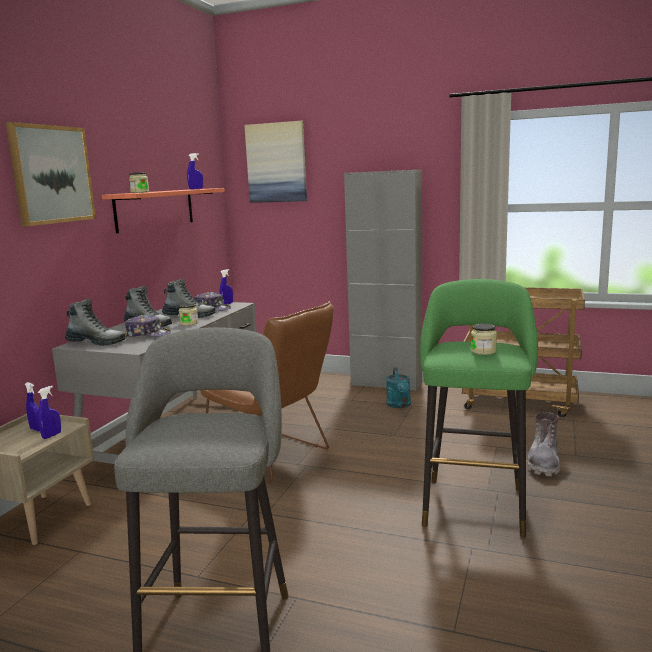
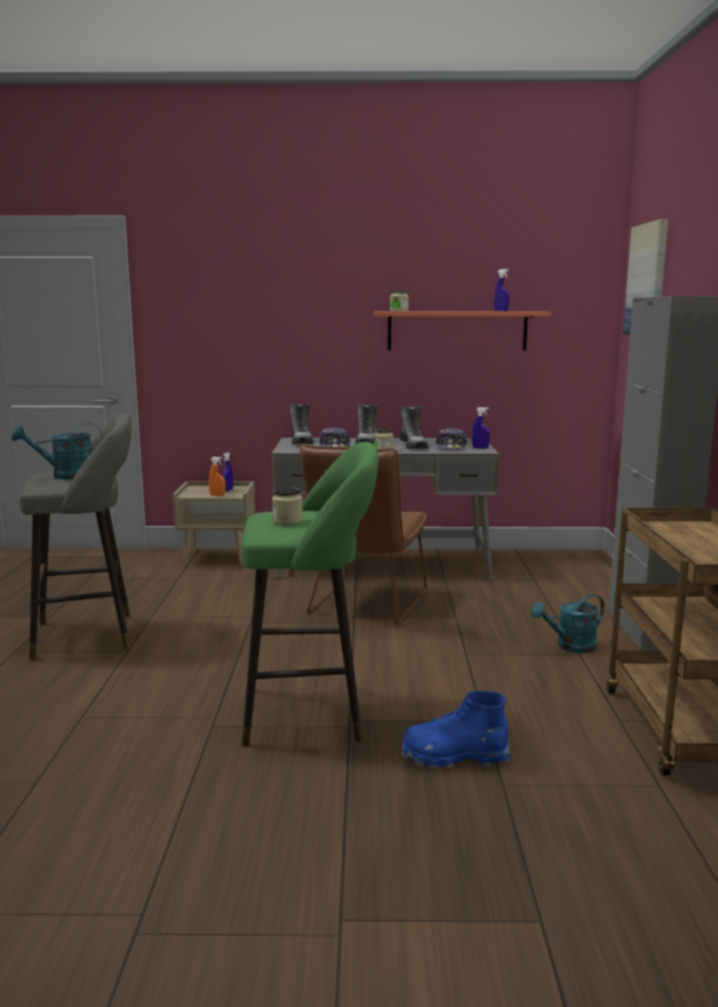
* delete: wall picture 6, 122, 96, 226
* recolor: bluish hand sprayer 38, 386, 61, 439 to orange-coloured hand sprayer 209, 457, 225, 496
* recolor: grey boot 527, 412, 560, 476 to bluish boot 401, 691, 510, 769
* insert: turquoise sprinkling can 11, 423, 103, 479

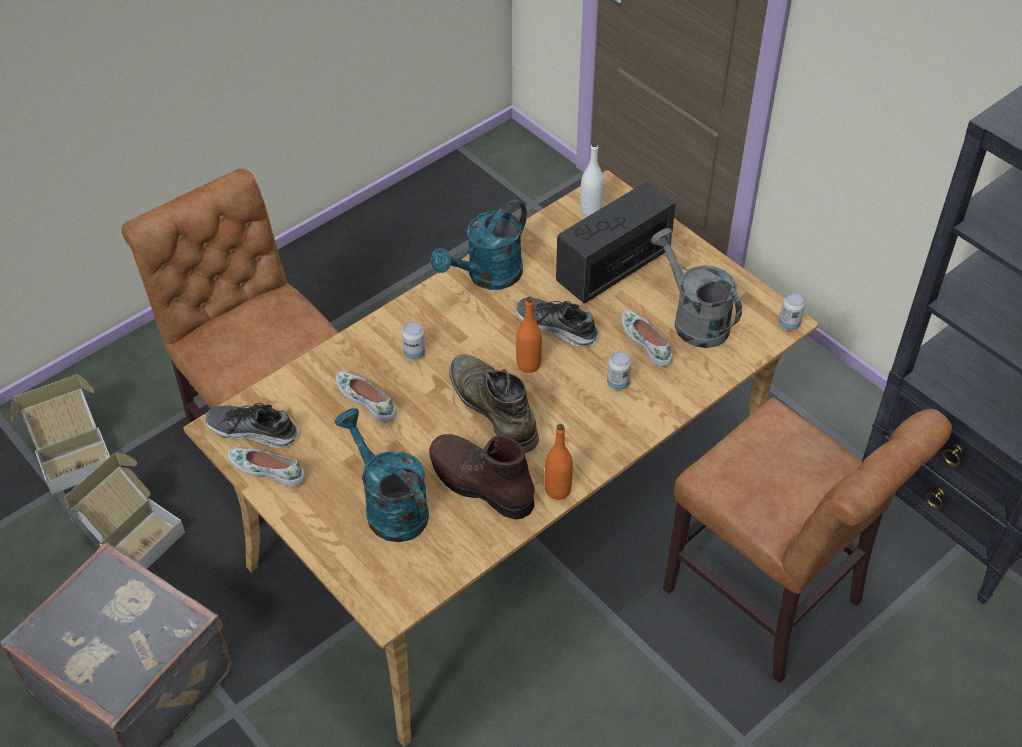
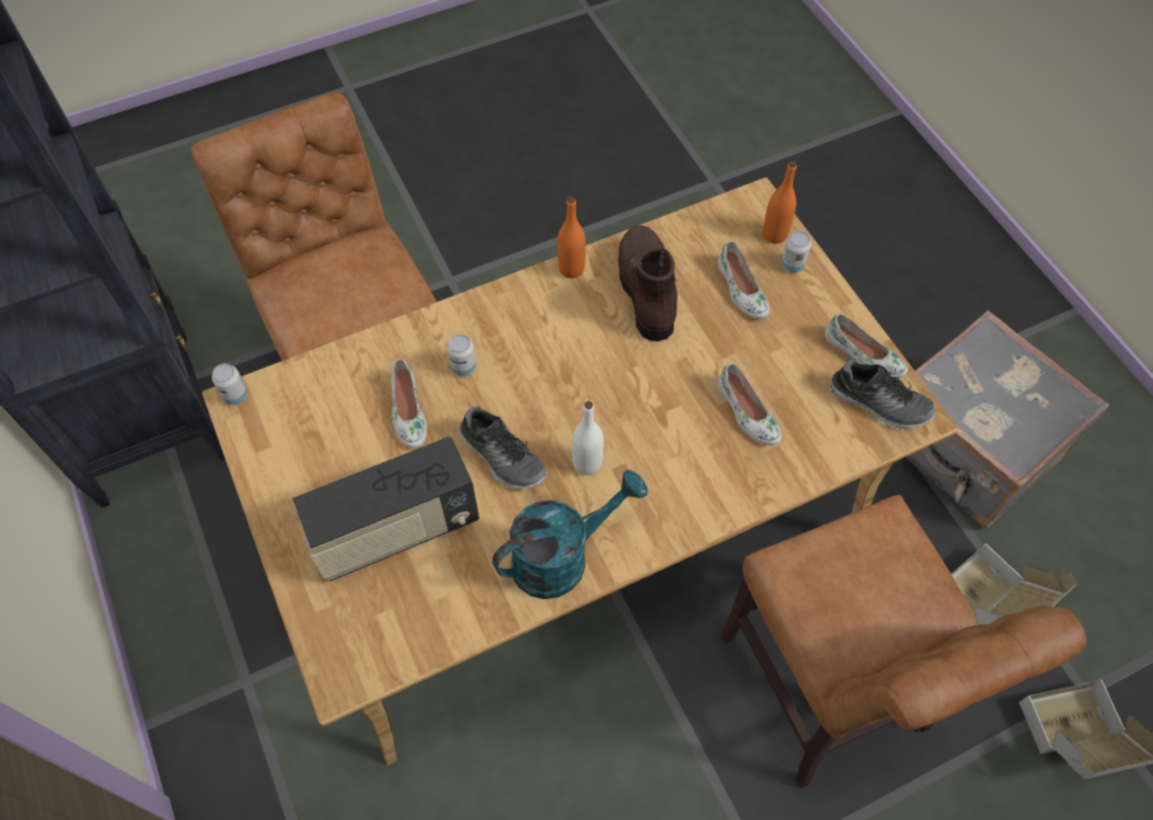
* replace: turquoise sprinkling can 335, 408, 429, 542 to white shoe 717, 241, 769, 319
* move: sealed can 402, 322, 426, 360 to 781, 231, 811, 273
* rotate: brownish boot 429, 434, 535, 520 = 618, 225, 678, 341 150 degrees counterclockwise
* delete: greenish boot 449, 355, 539, 453
* move: orange-coloured drink bottle 516, 297, 542, 373 to 763, 161, 797, 244
* move: white drink bottle 580, 142, 604, 217 to 572, 401, 604, 475
* delete: grey sprinkling can 650, 228, 742, 348

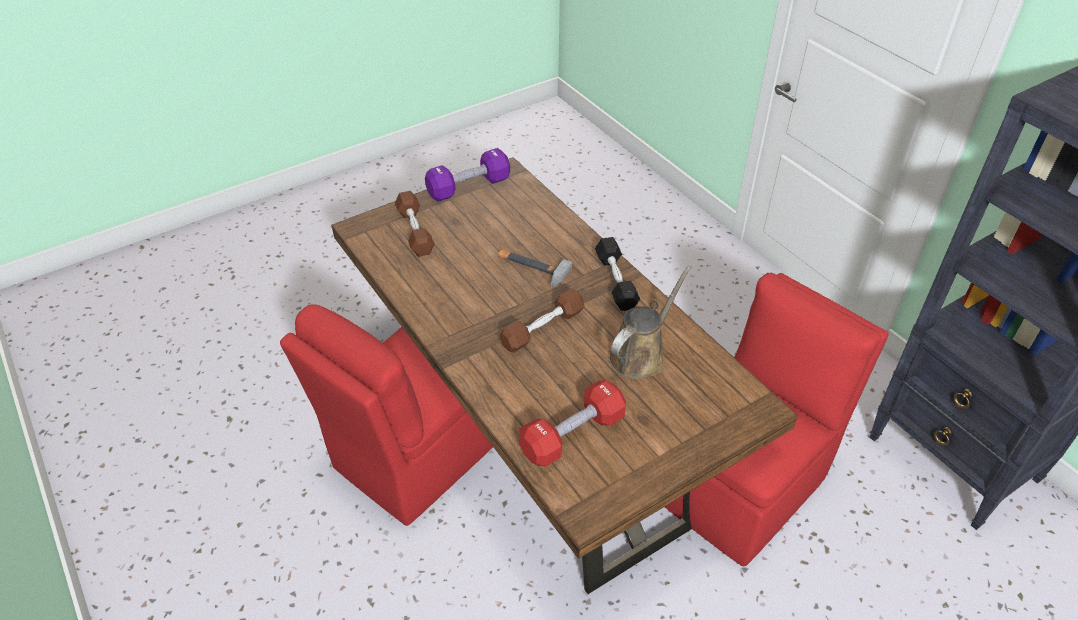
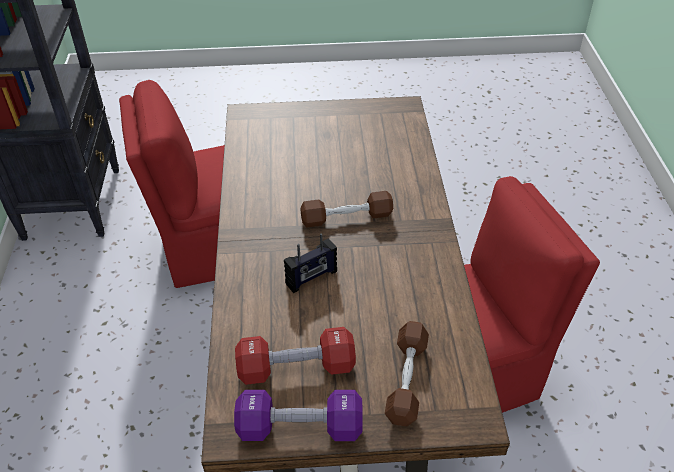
* replace: tool hammer 498, 249, 572, 289 to radio 284, 233, 337, 293
* move: reddish free weight 519, 380, 626, 466 to 235, 327, 356, 385
* delete: black free weight 595, 237, 640, 311
* delete: brownish sprinkling can 609, 266, 692, 379

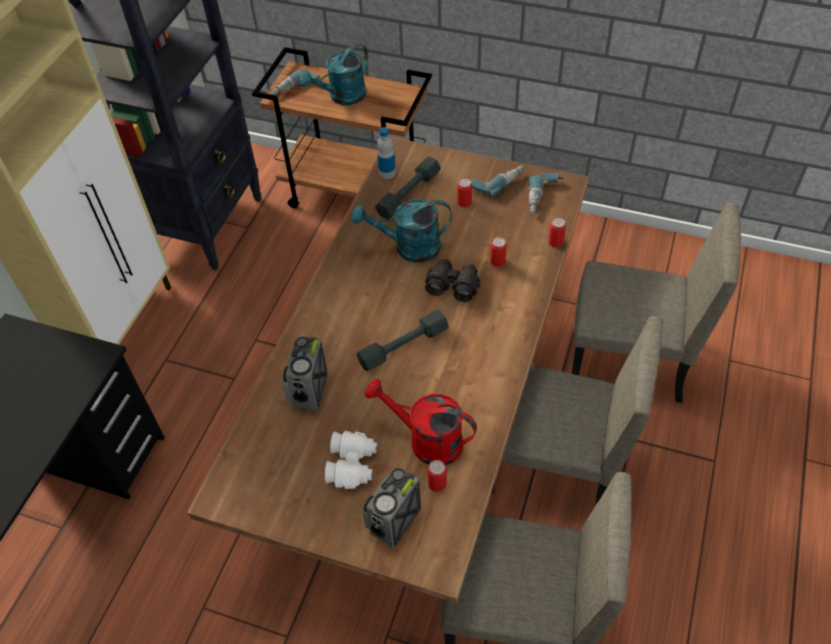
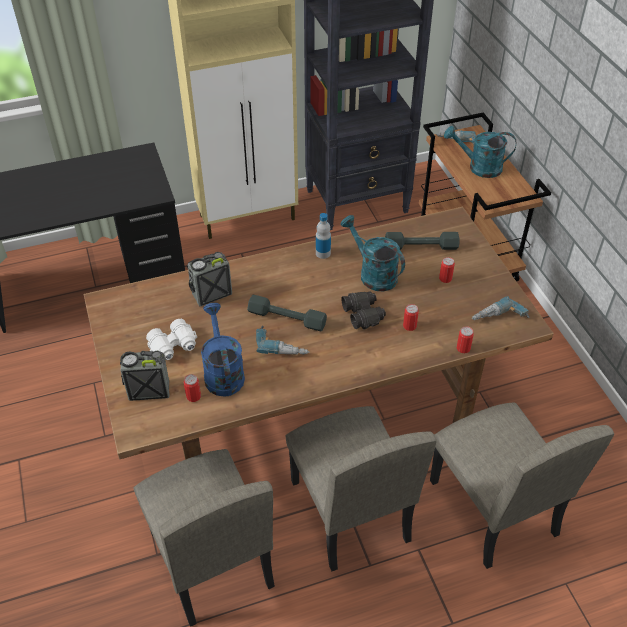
* recolor: reddish sprinkling can 365, 379, 477, 465 to bluish sprinkling can 201, 303, 245, 397
* move: drink bottle 377, 127, 396, 179 to 316, 213, 331, 259
* move: electric drill 471, 165, 524, 197 to 256, 326, 309, 355

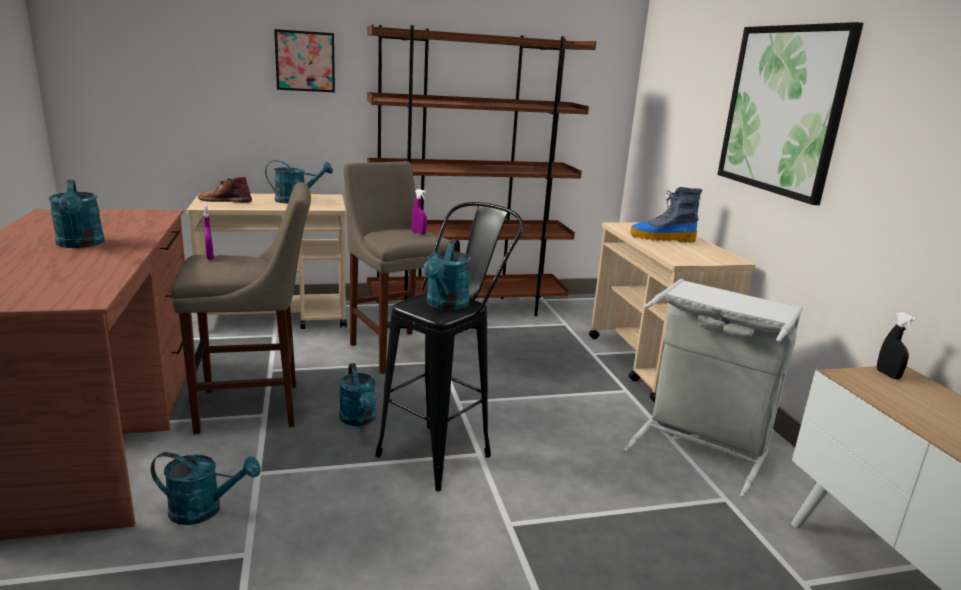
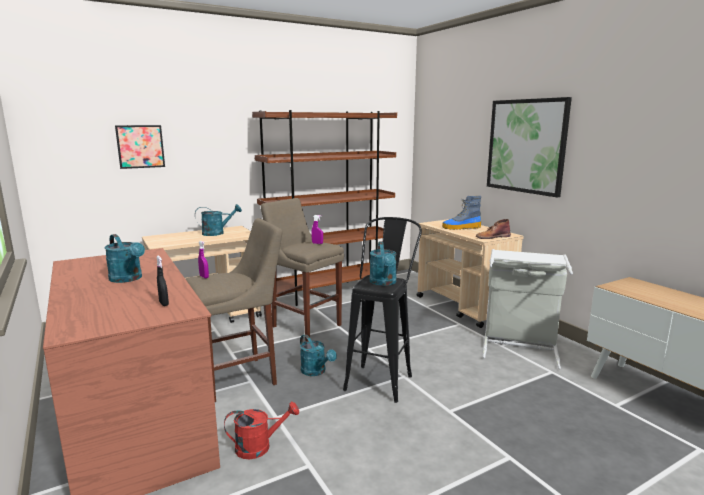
* recolor: turquoise sprinkling can 151, 452, 261, 525 to reddish sprinkling can 224, 402, 299, 459
* move: brownish boot 198, 177, 252, 203 to 476, 219, 511, 239
* move: wall picture 274, 29, 335, 92 to 115, 125, 165, 169
* move: black hand sprayer 877, 312, 917, 379 to 156, 256, 169, 306

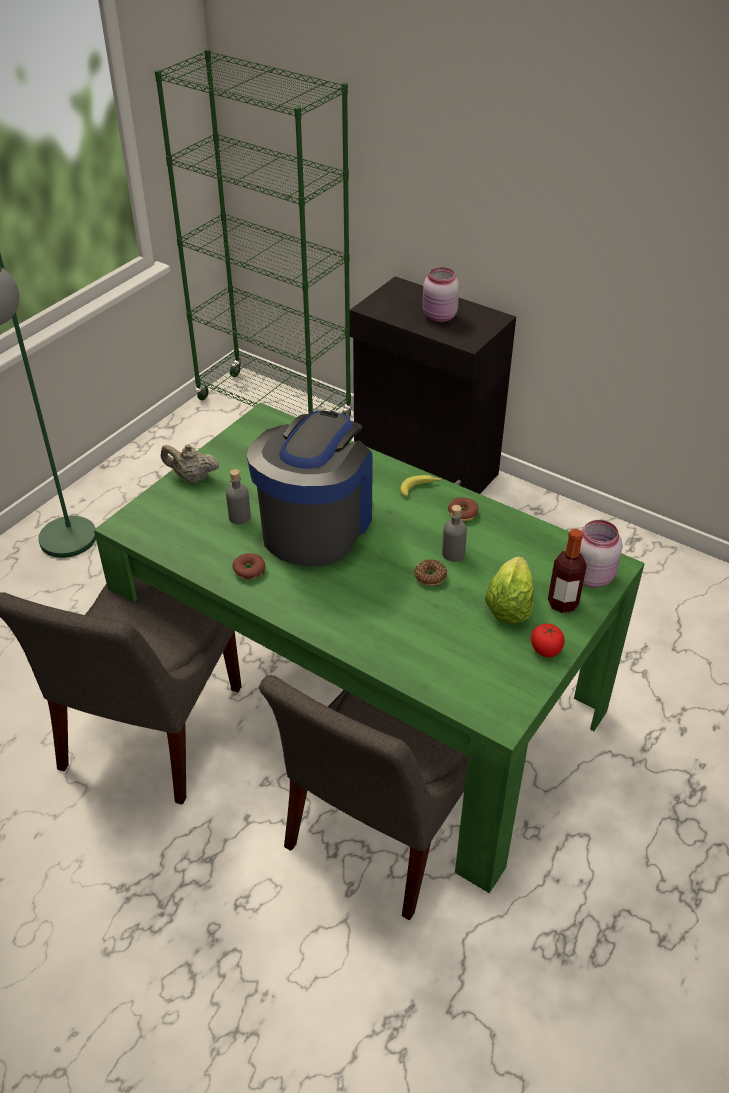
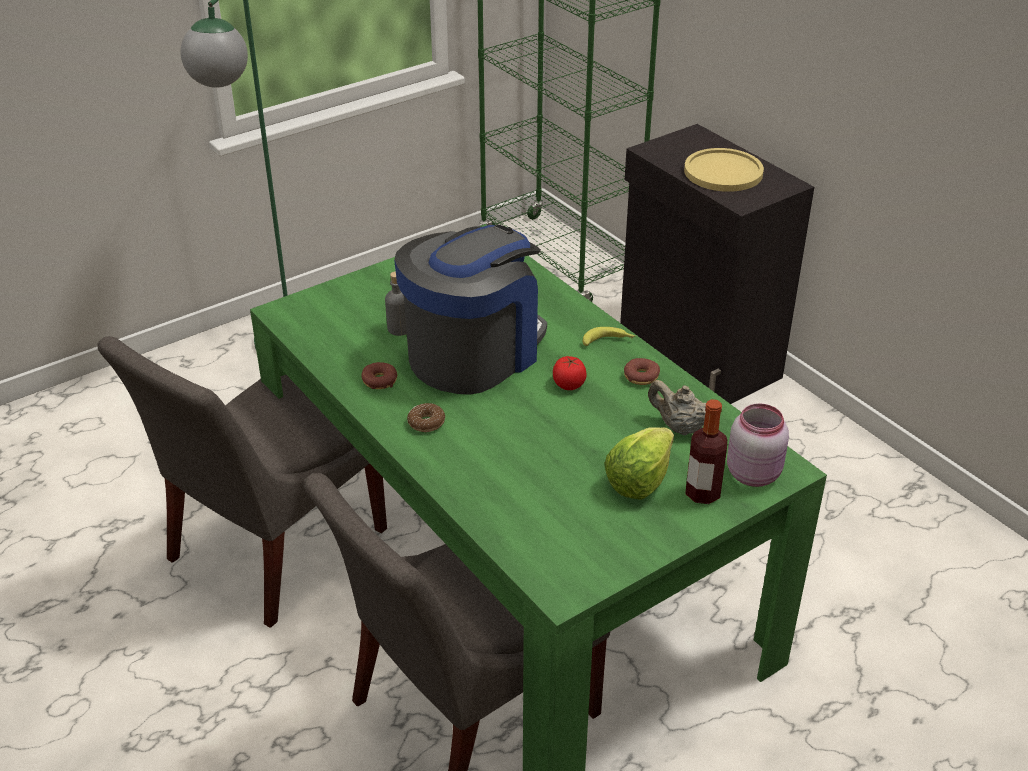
* move: beige-coloured tea pot 161, 444, 219, 483 to 648, 380, 706, 435
* move: donut 414, 559, 447, 586 to 407, 403, 445, 432
* replace: pink-coloured preserve jar 422, 267, 459, 322 to yellow-coloured plate 684, 148, 764, 192
* delete: grey drink bottle 442, 505, 467, 562
* move: whole tomato 531, 624, 565, 657 to 553, 356, 586, 390

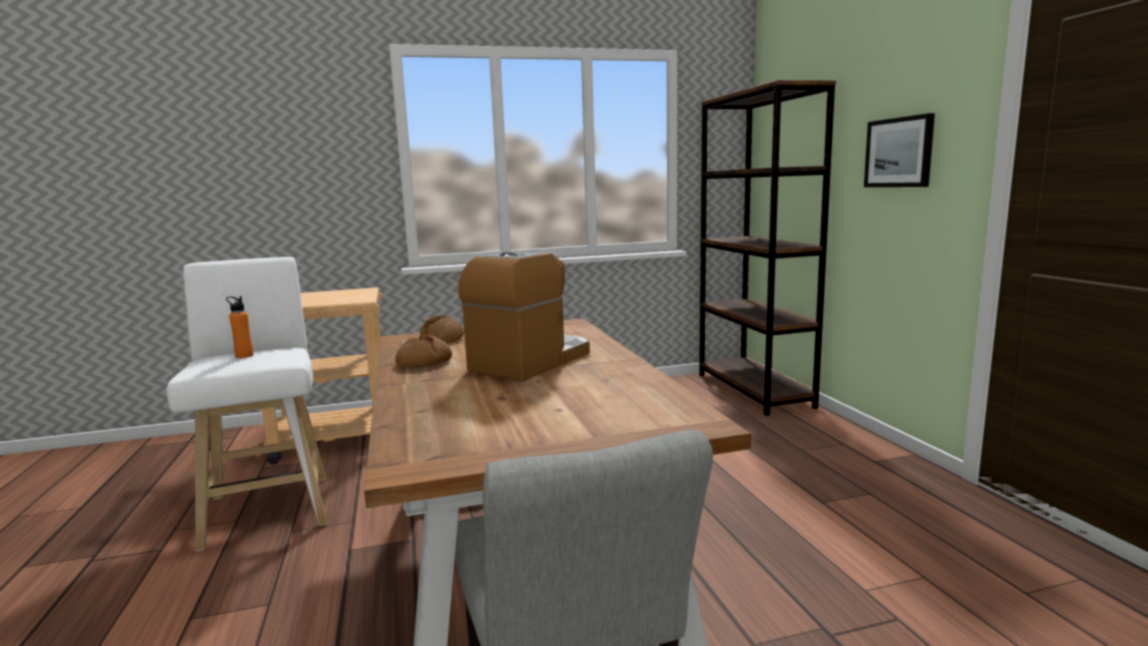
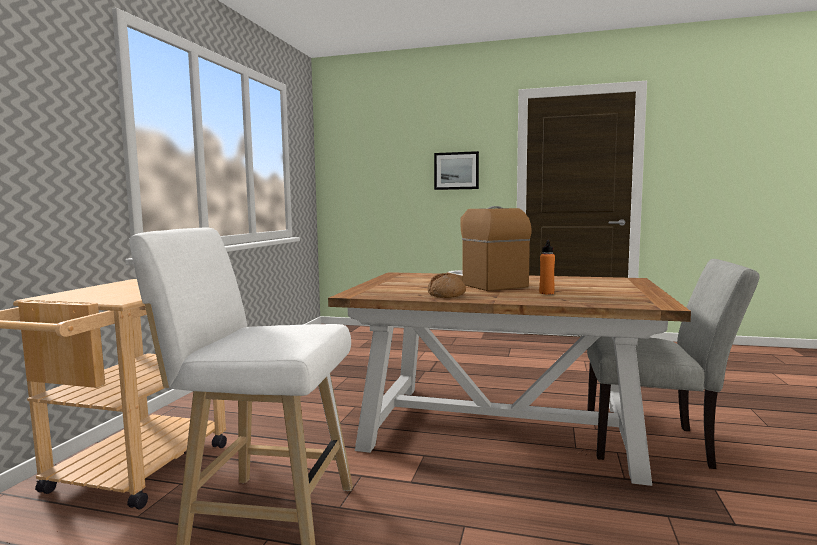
* move: orange-coloured drink bottle 226, 296, 254, 358 to 539, 240, 555, 294
* delete: bread 420, 316, 464, 344
* delete: brownish shelving unit 699, 80, 836, 416

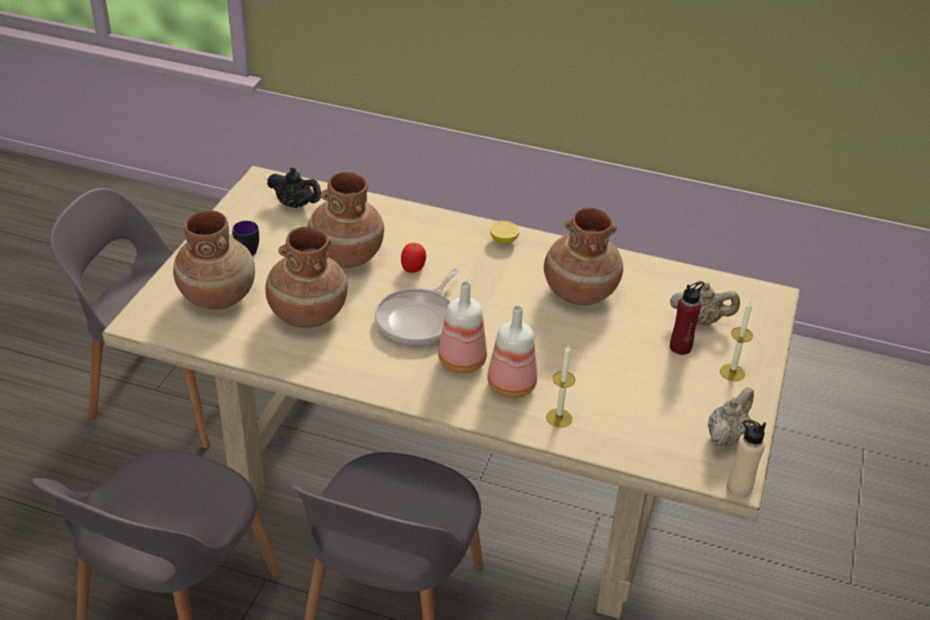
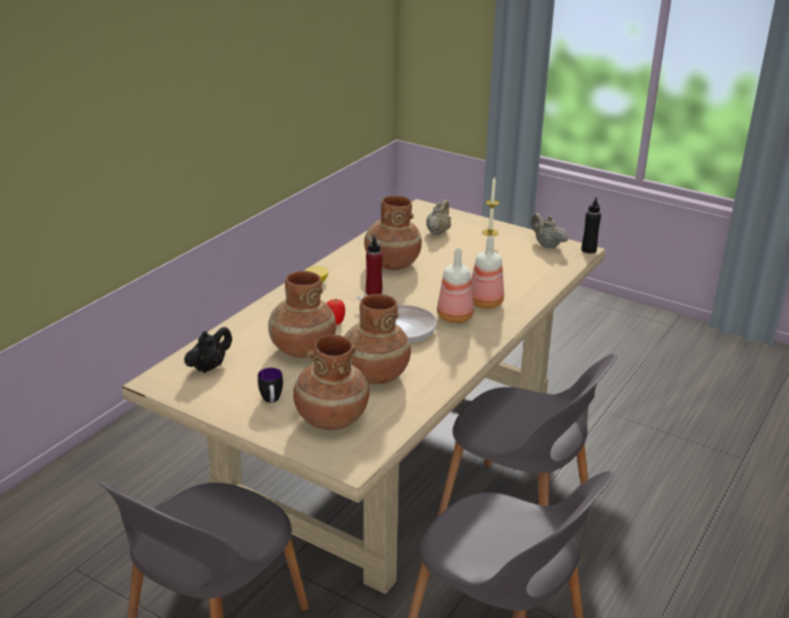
* delete: wax light 546, 344, 575, 428
* move: reddish drink bottle 670, 281, 705, 355 to 366, 234, 383, 295
* recolor: beige-coloured drink bottle 727, 420, 766, 497 to black drink bottle 582, 197, 601, 254

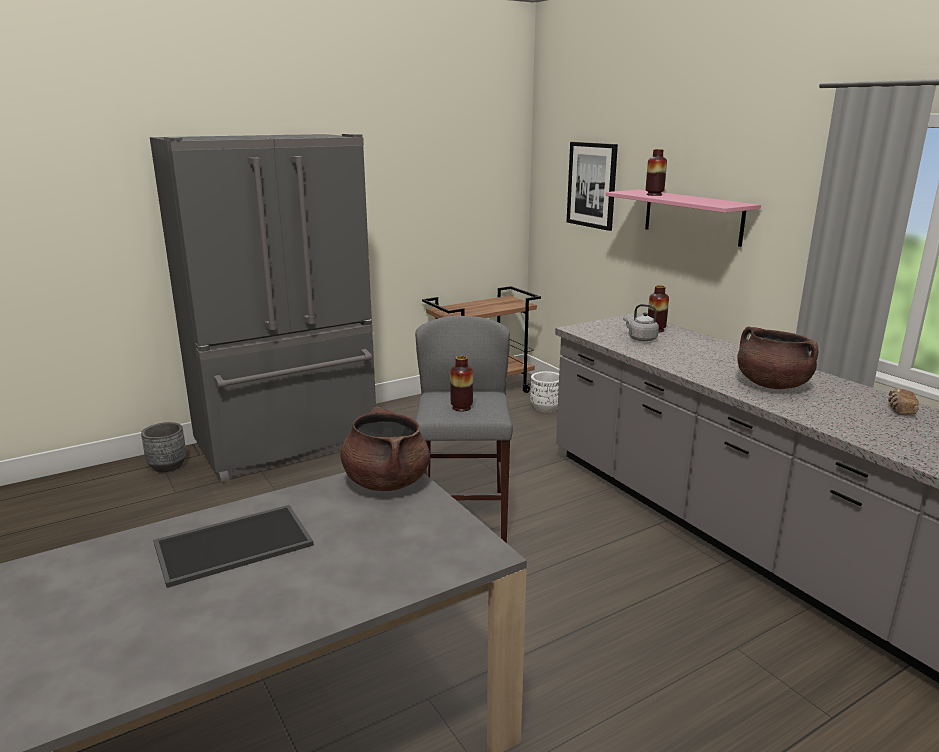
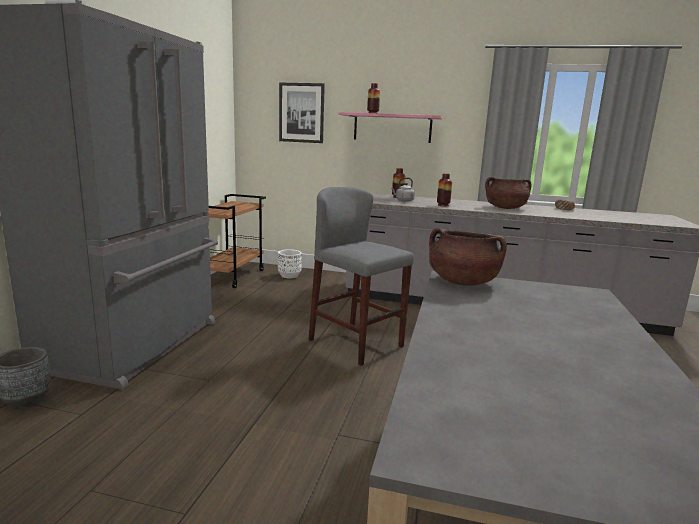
* delete: tray 153, 505, 314, 588
* move: decorative vase 450, 356, 473, 412 to 437, 173, 452, 206

